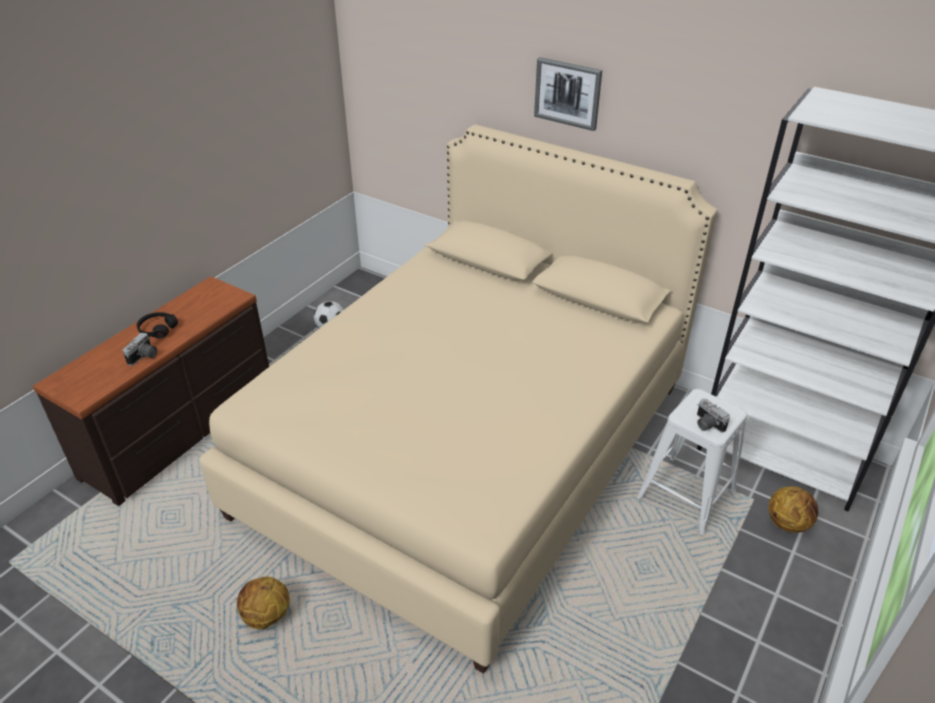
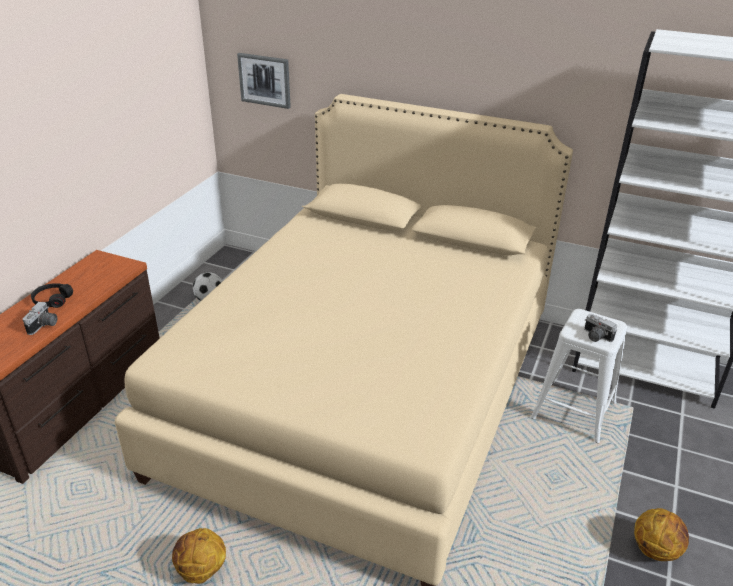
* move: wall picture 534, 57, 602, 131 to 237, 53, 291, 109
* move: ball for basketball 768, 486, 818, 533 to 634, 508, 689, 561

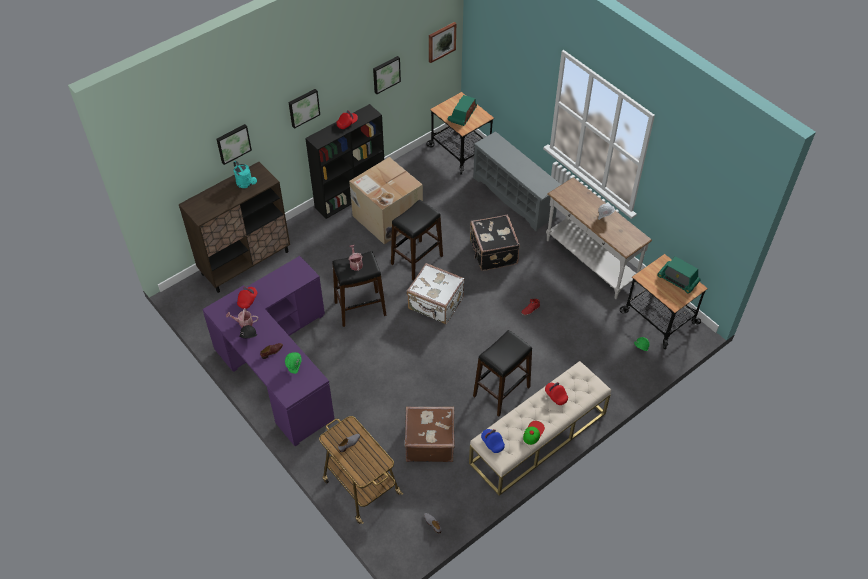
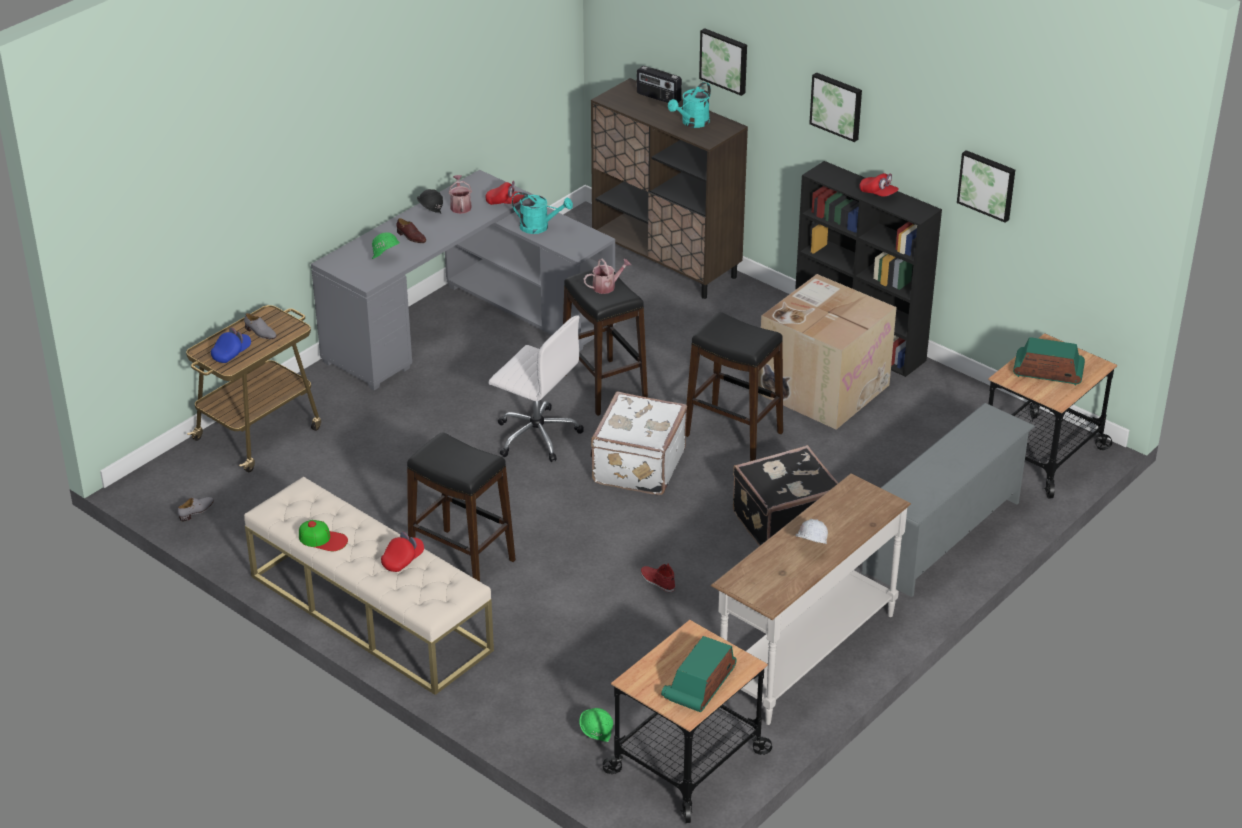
* recolor: purplish desk unit 202, 256, 334, 446 to grey desk unit 311, 170, 616, 390
* delete: brownish piece of luggage 405, 406, 454, 462
* delete: wall picture 429, 22, 456, 63
* move: bluish peaked cap 481, 429, 505, 453 to 211, 327, 251, 363
* insert: white computer chair 489, 315, 584, 462
* insert: turquoise sprinkling can 512, 192, 573, 234
* insert: radio 637, 66, 682, 103

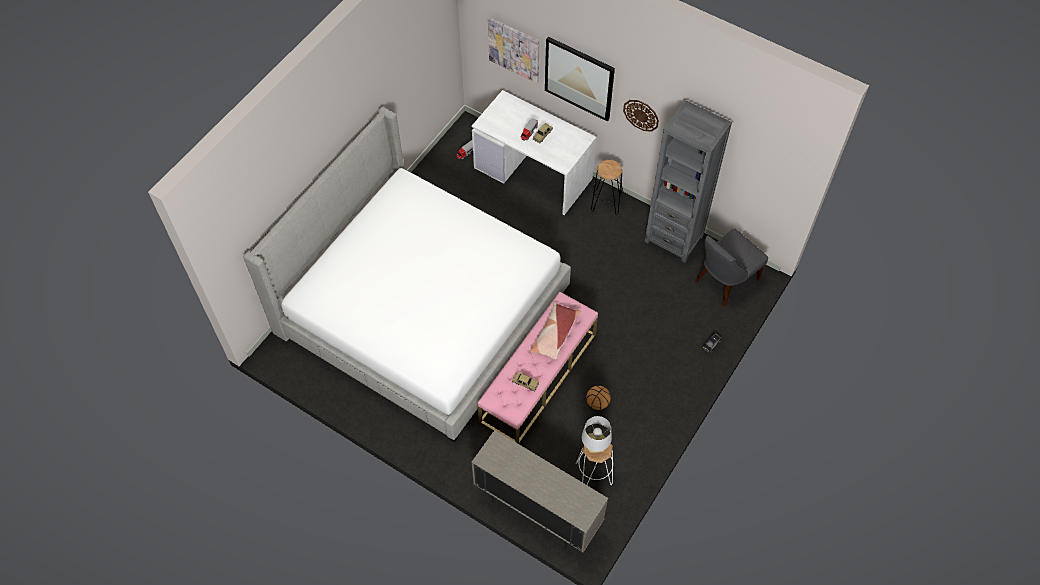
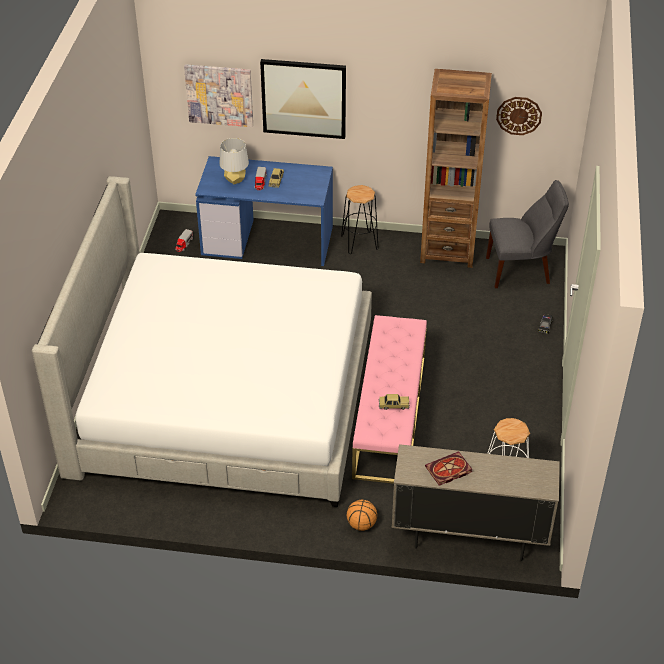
* recolor: white desk unit 472, 90, 596, 215 to bluish desk unit 195, 156, 333, 266
* delete: pillow 529, 303, 581, 359
* move: grey tabletop lamp 582, 416, 612, 453 to 219, 138, 249, 184
* move: ball for basketball 586, 386, 611, 410 to 347, 500, 377, 531
* move: wall clock 623, 100, 659, 132 to 496, 97, 542, 135
* recolor: grey shelving unit 644, 100, 732, 263 to brownish shelving unit 420, 69, 492, 268
* rotate: grey plain chair 695, 228, 768, 307 = 486, 180, 569, 288 120 degrees counterclockwise
* insert: volume 425, 451, 473, 486

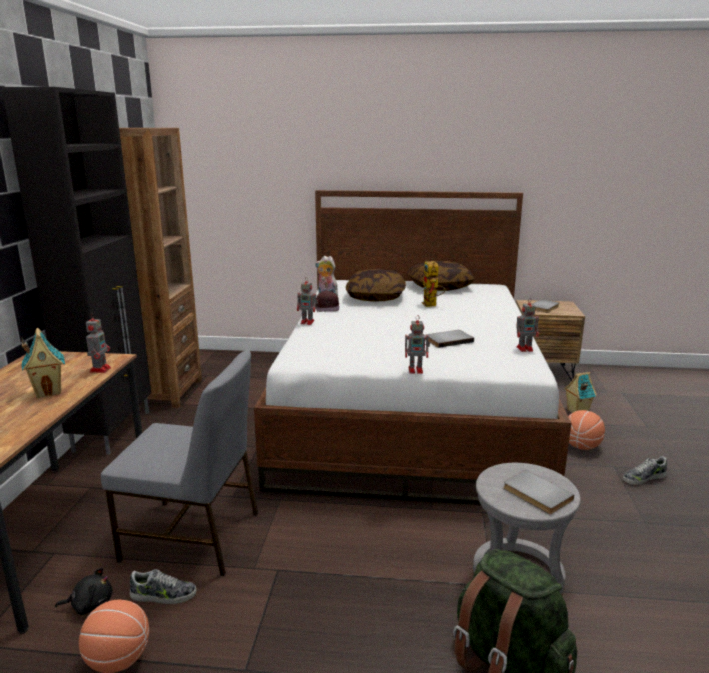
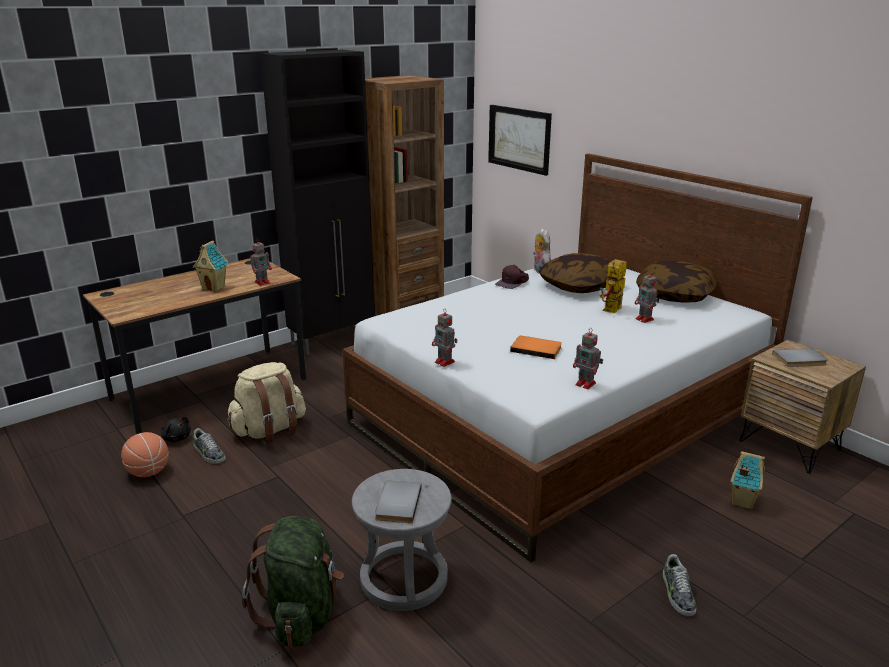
* replace: grey plain chair 101, 351, 258, 576 to beige-coloured knapsack 227, 362, 306, 445
* move: toy robot 297, 278, 318, 325 to 635, 272, 659, 323
* recolor: grey volume 425, 330, 474, 348 to orange-coloured volume 510, 336, 562, 359
* delete: ball for basketball 568, 410, 605, 450
* rotate: shoe 623, 456, 667, 485 = 663, 554, 697, 616 120 degrees counterclockwise
* insert: wall picture 488, 105, 552, 176

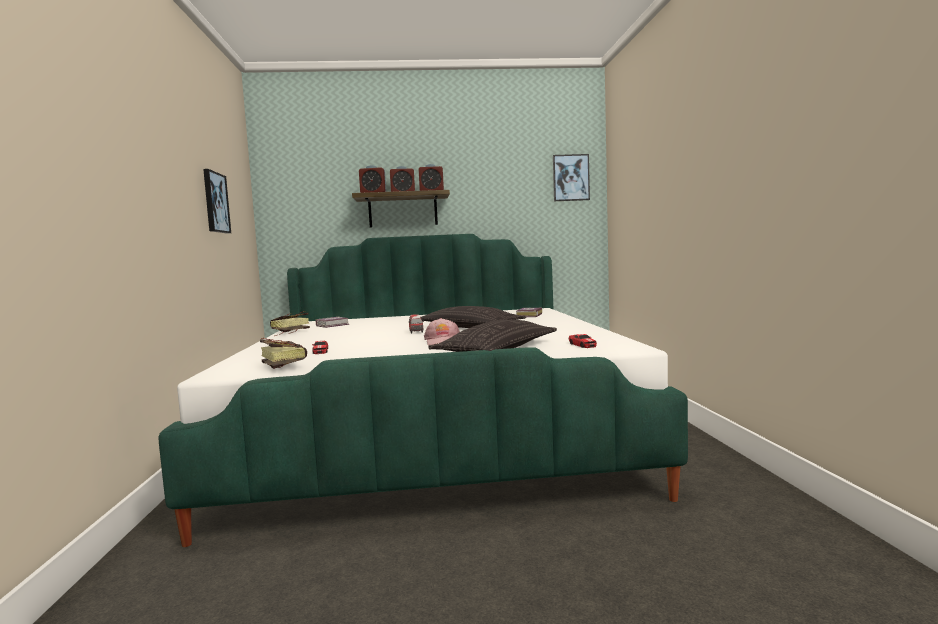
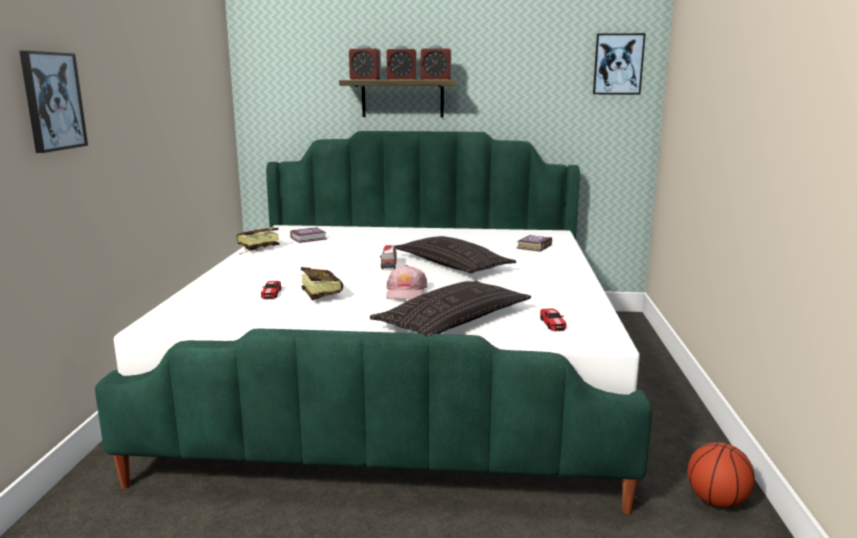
* move: wall picture 203, 169, 231, 234 to 19, 51, 88, 153
* move: volume 260, 338, 307, 369 to 301, 267, 343, 301
* insert: ball for basketball 688, 442, 755, 508

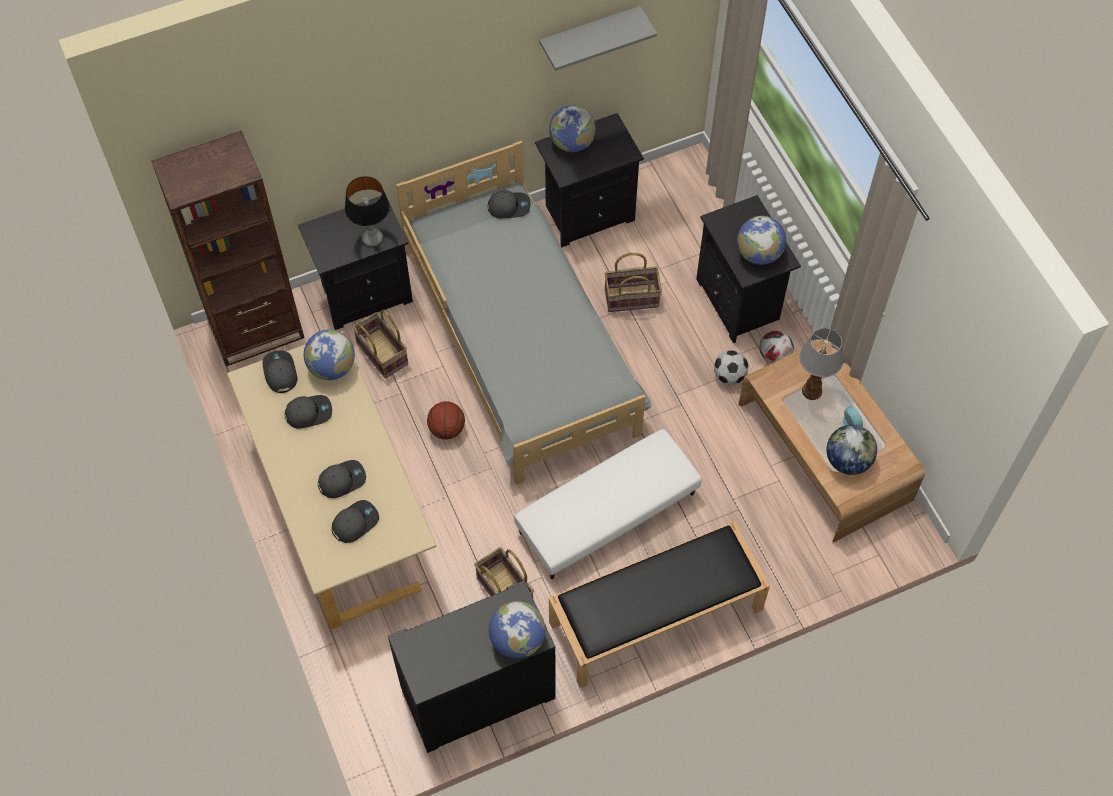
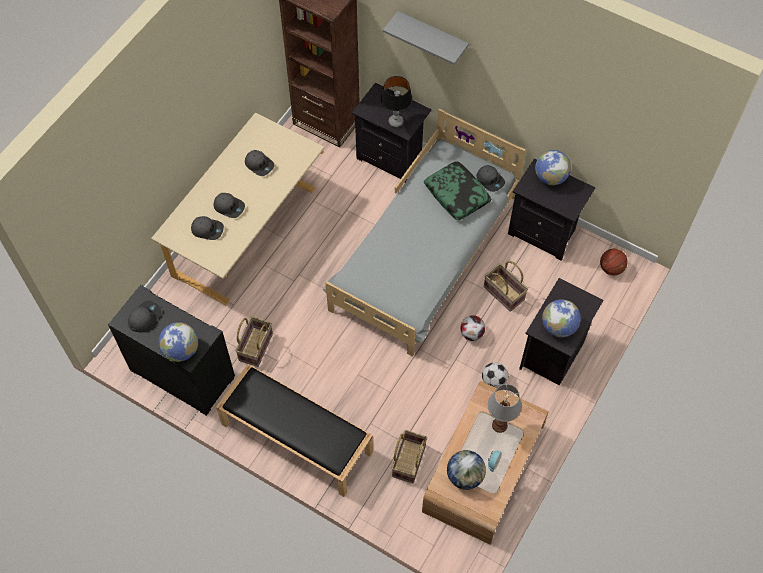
* move: grey peaked cap 262, 351, 297, 393 to 128, 300, 161, 332
* delete: desk globe 304, 329, 355, 380
* move: storage basket 352, 310, 408, 379 to 391, 430, 427, 483
* move: ball for basketball 427, 401, 465, 439 to 600, 249, 628, 275
* delete: white pouffe 514, 429, 702, 579
* move: grey wall shelf 539, 6, 657, 71 to 383, 11, 469, 65
* move: ball for football 760, 331, 794, 364 to 460, 315, 485, 341
* insert: pillow 424, 161, 492, 220

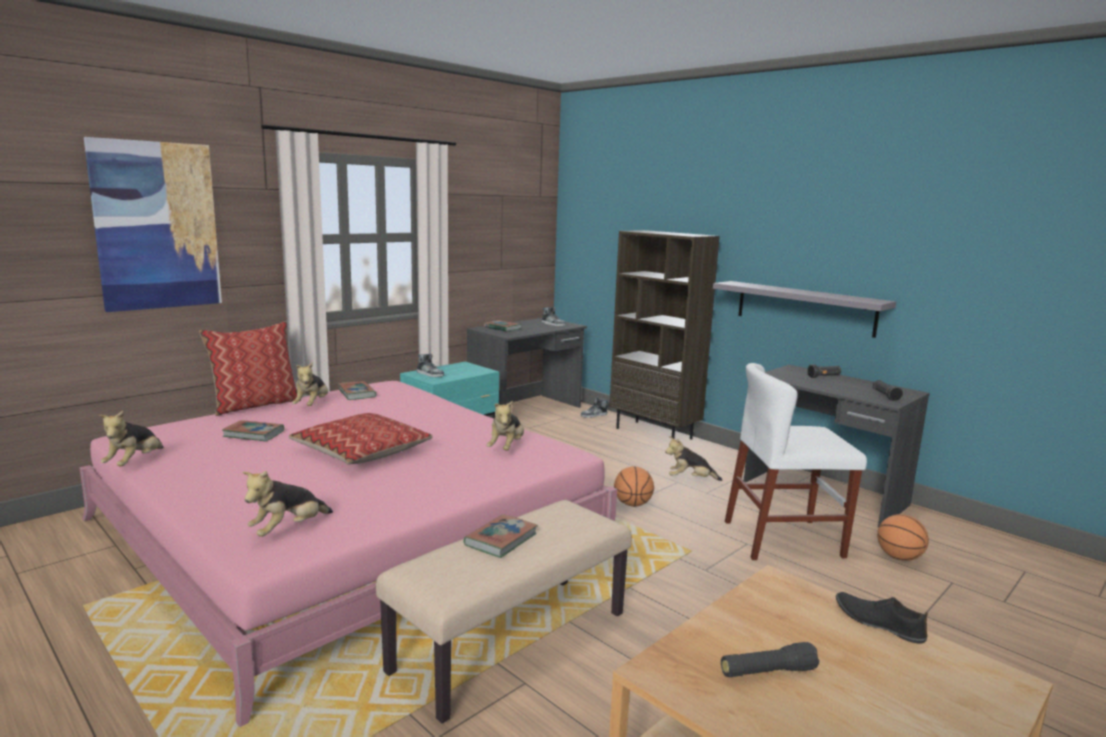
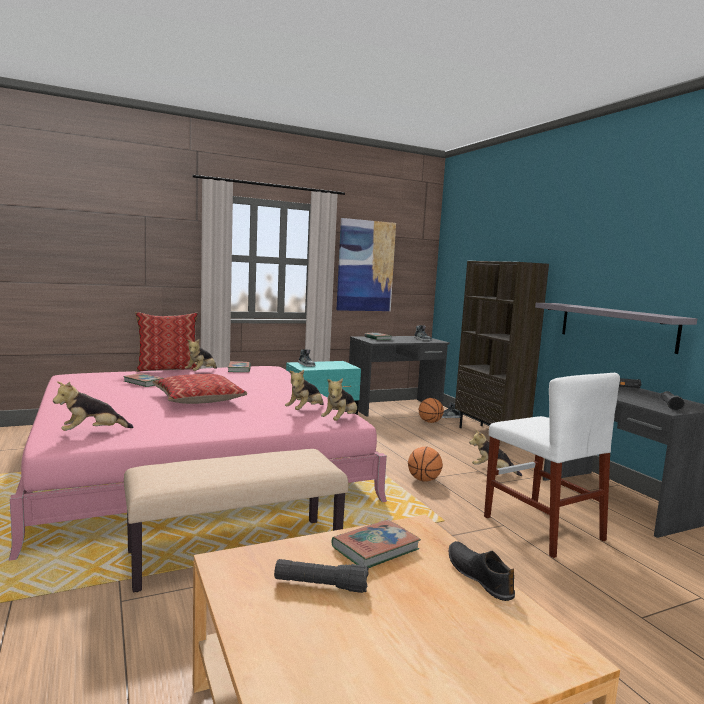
* move: wall picture 84, 137, 222, 312 to 337, 218, 396, 311
* move: plush toy 99, 411, 164, 466 to 321, 378, 357, 421
* move: volume 463, 514, 538, 558 to 331, 520, 421, 568
* rotate: white plain chair 725, 363, 867, 560 = 484, 373, 620, 558 135 degrees counterclockwise
* move: ball for basketball 877, 514, 929, 561 to 419, 398, 444, 423

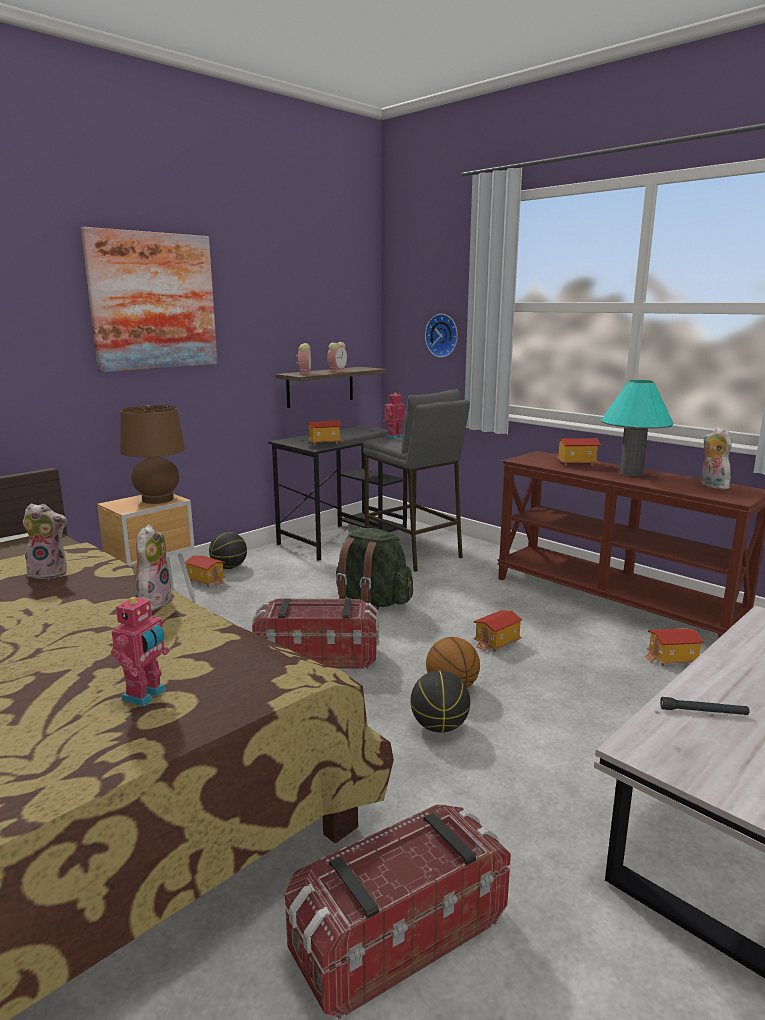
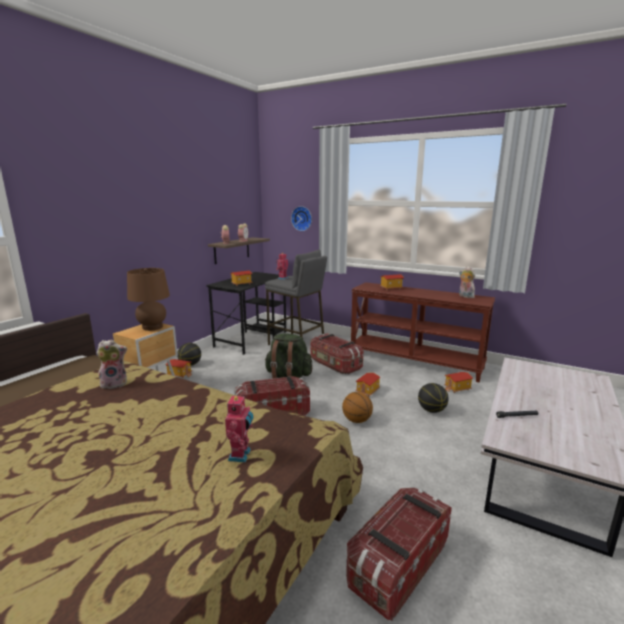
* delete: wall picture 81, 227, 218, 372
* delete: plush toy 131, 524, 173, 611
* move: ball for basketball 411, 671, 470, 733 to 418, 383, 449, 413
* delete: turquoise tabletop lamp 601, 380, 674, 476
* insert: storage bin 310, 333, 364, 374

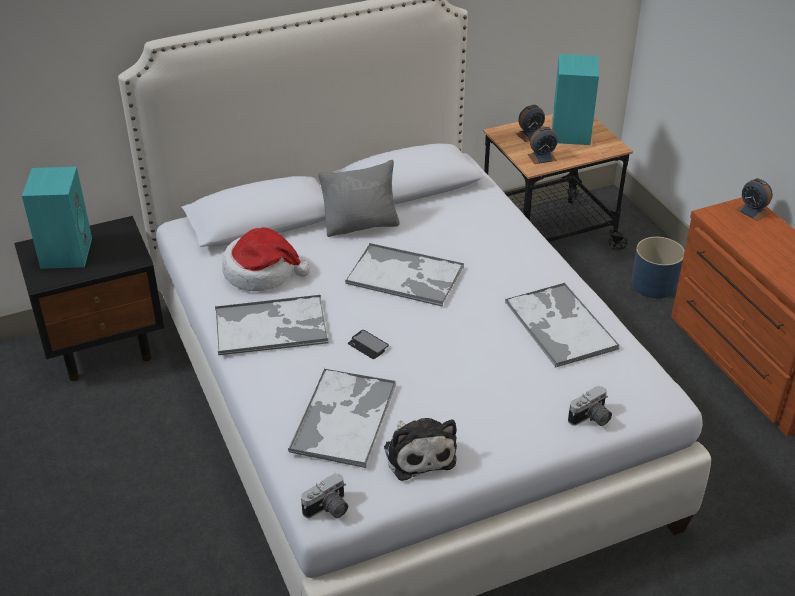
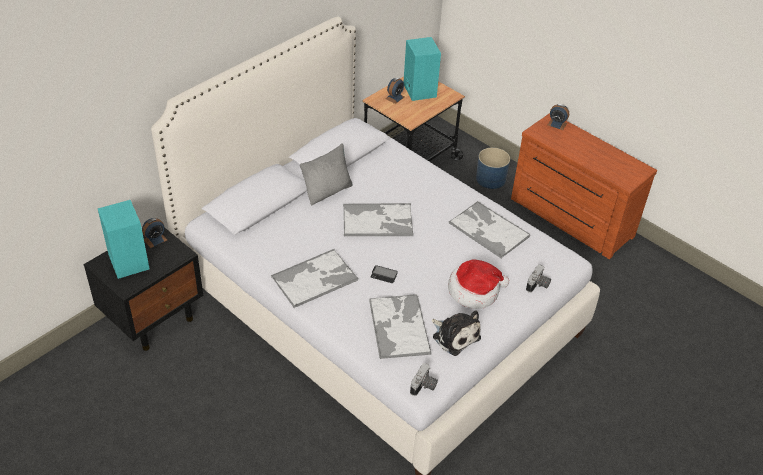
* move: clothing hat 222, 227, 310, 291 to 448, 260, 509, 309
* move: alarm clock 528, 127, 558, 164 to 142, 218, 167, 248

